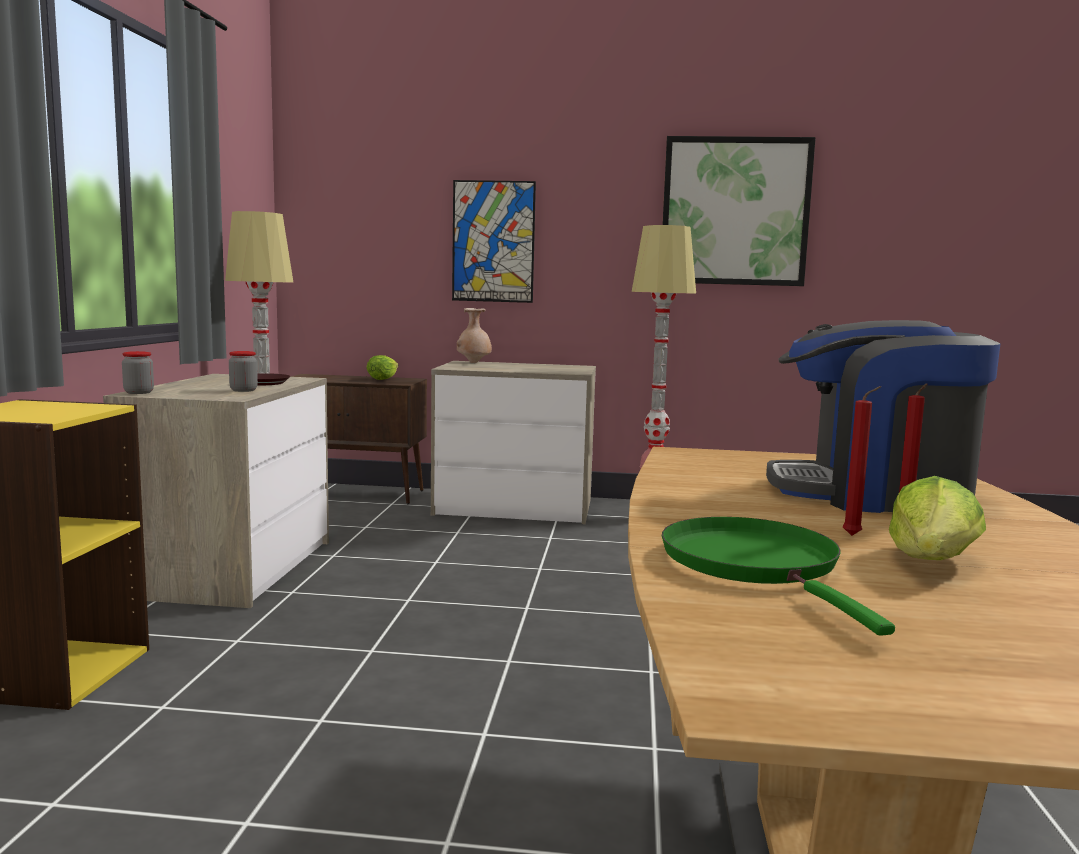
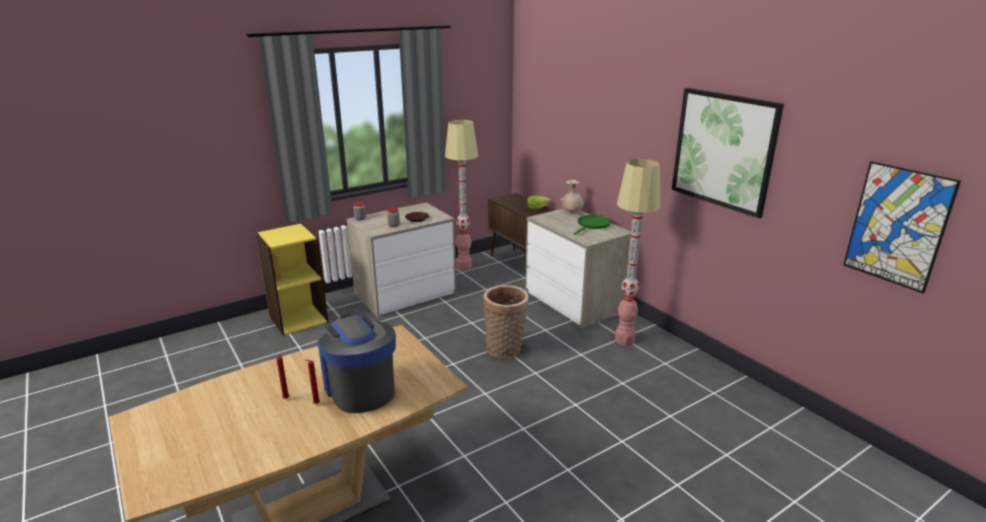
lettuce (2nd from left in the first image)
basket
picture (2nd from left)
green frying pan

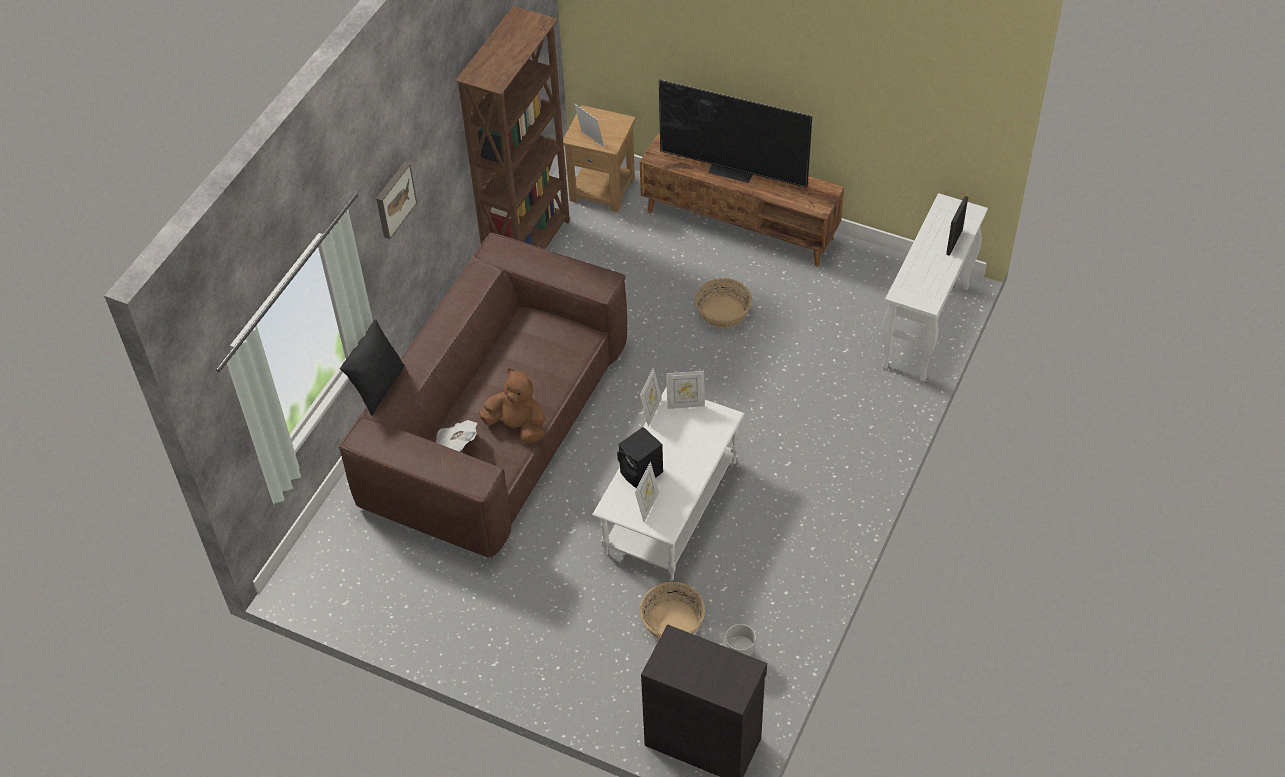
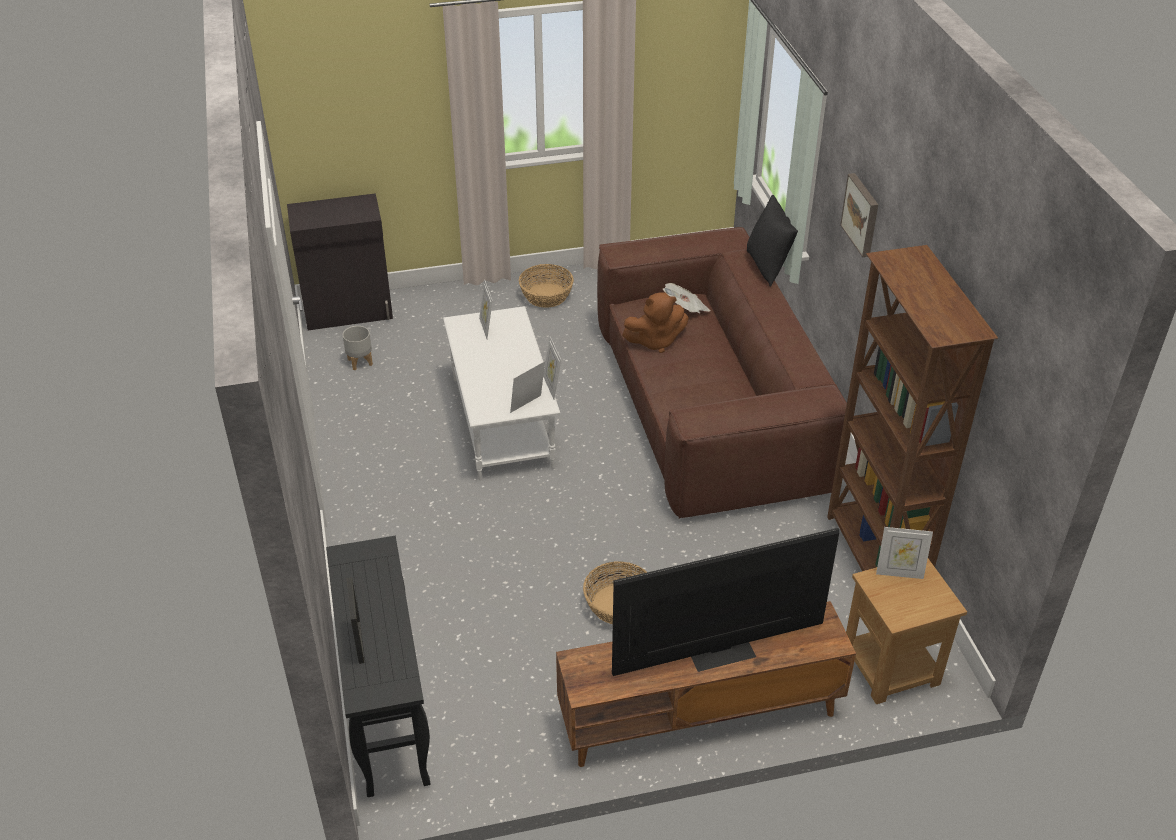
black speaker
basket (1st from left)
black console table

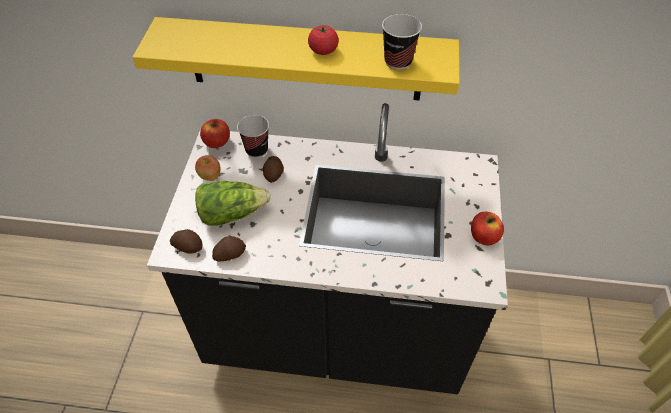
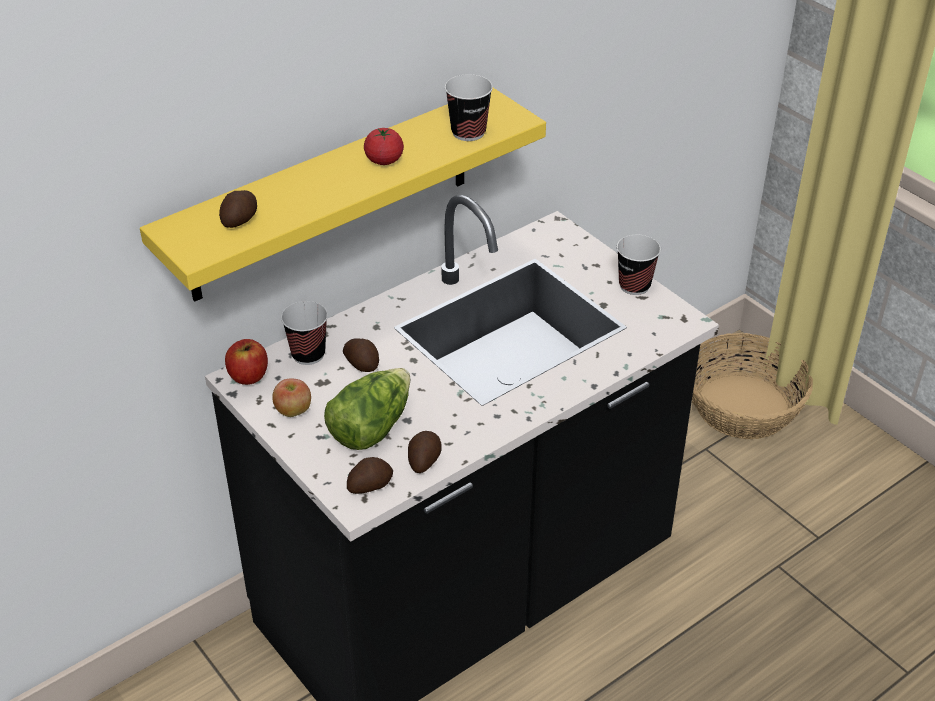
potato (1st from left)
basket
cup (3rd from left)

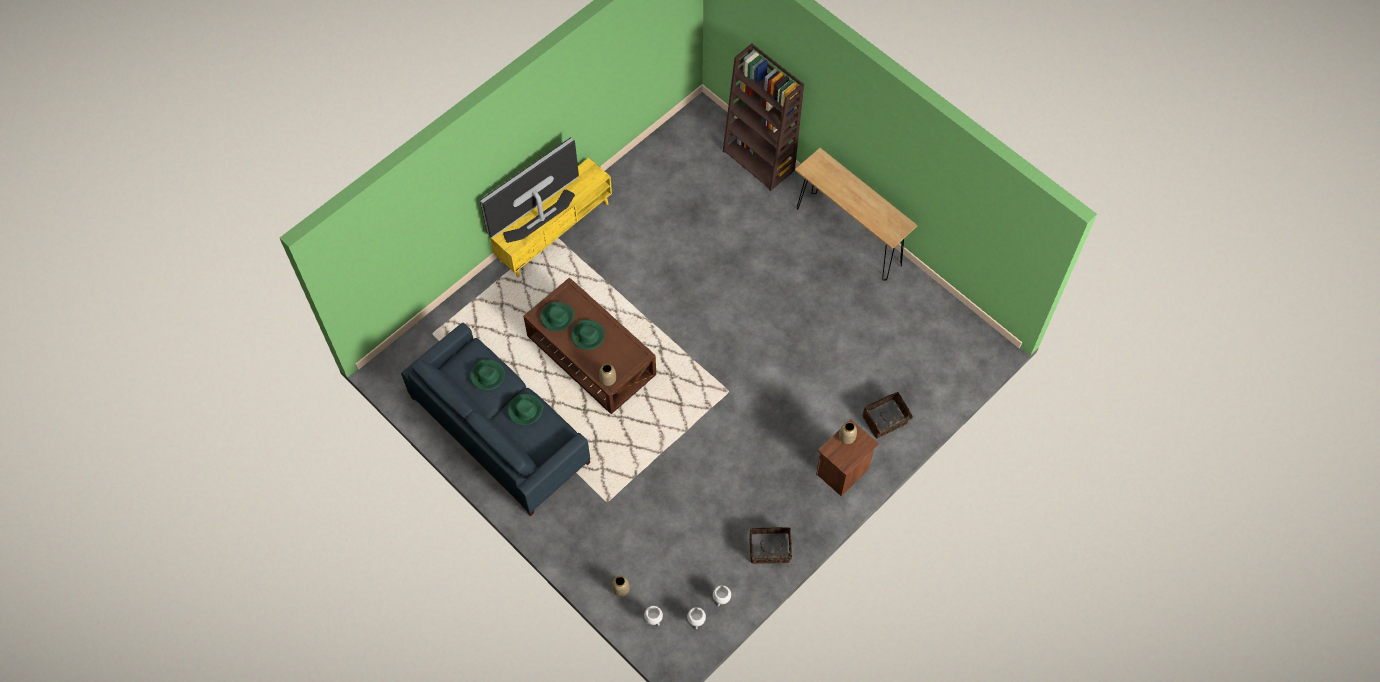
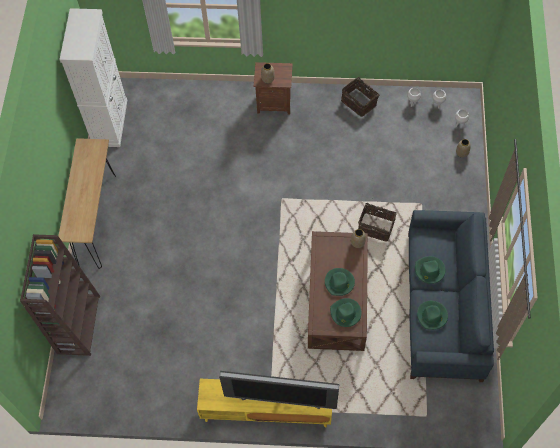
white cabinet
basket (2nd from left)

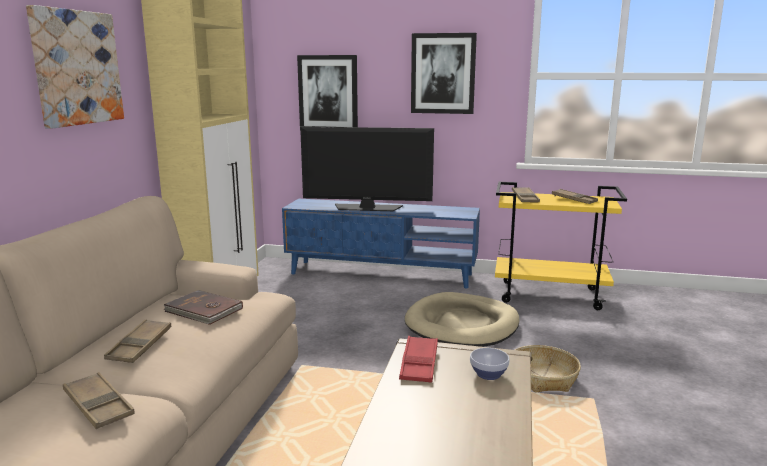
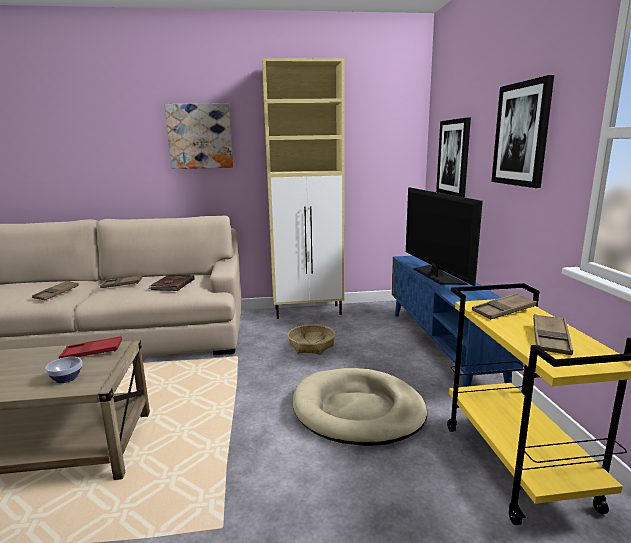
basket

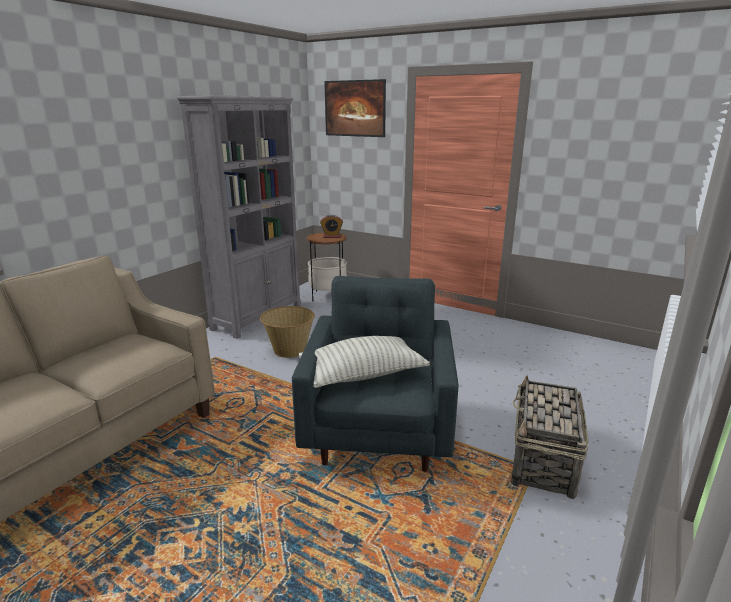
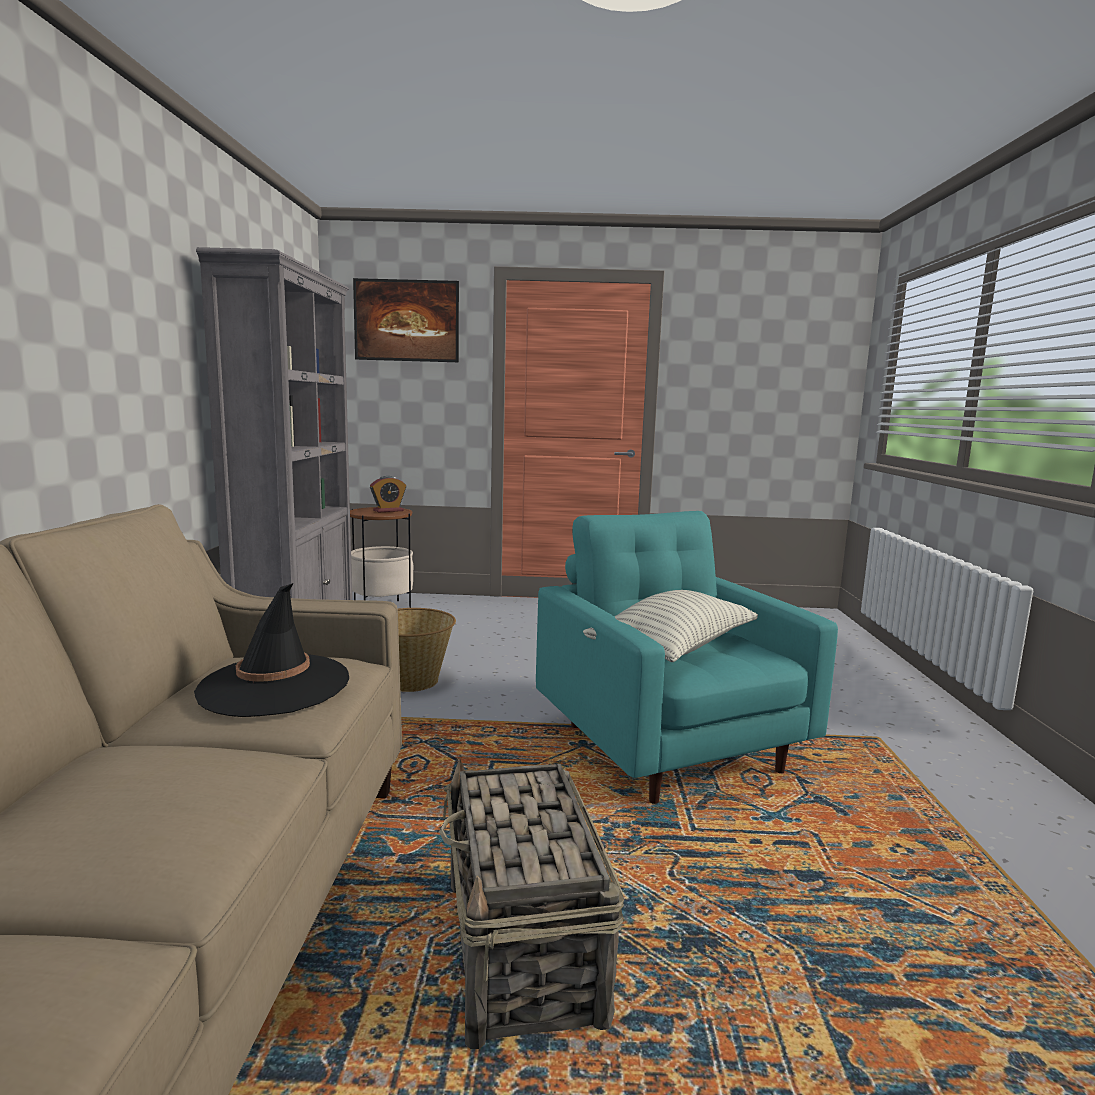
black hat
basket (2nd from left)
turquoise armchair

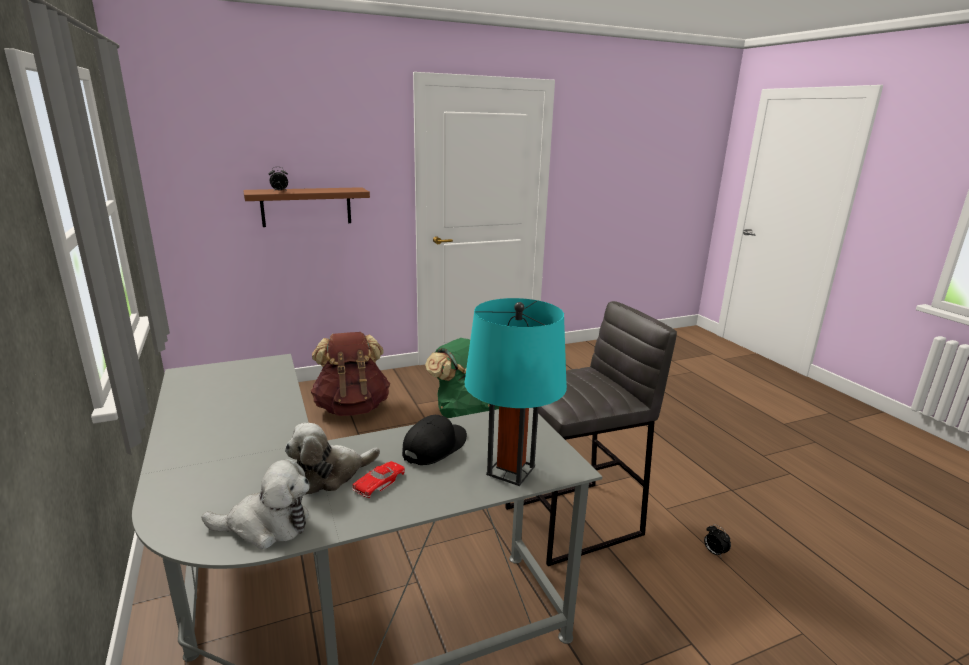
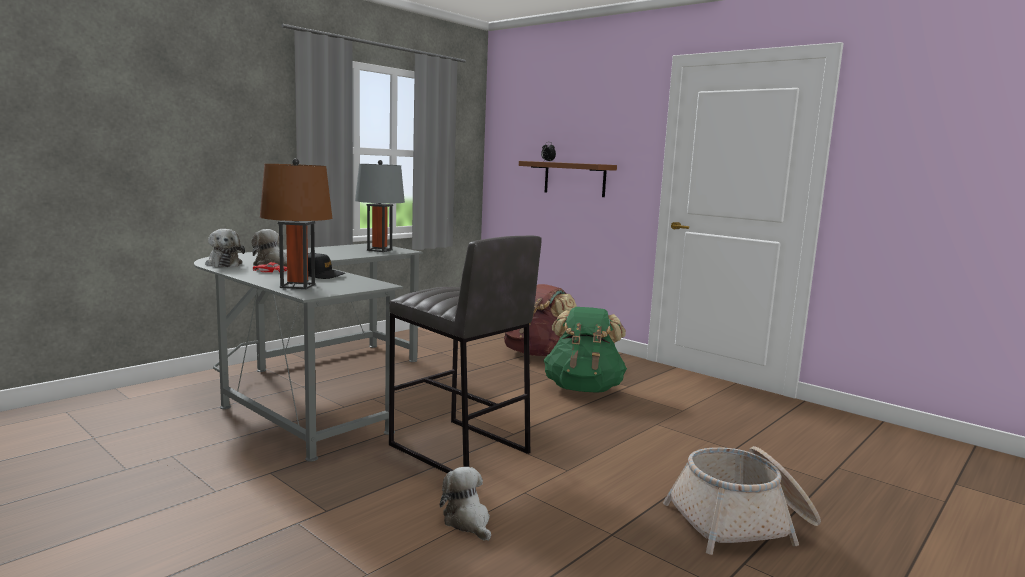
grey table lamp
basket
plush toy (3rd from left)
brown table lamp

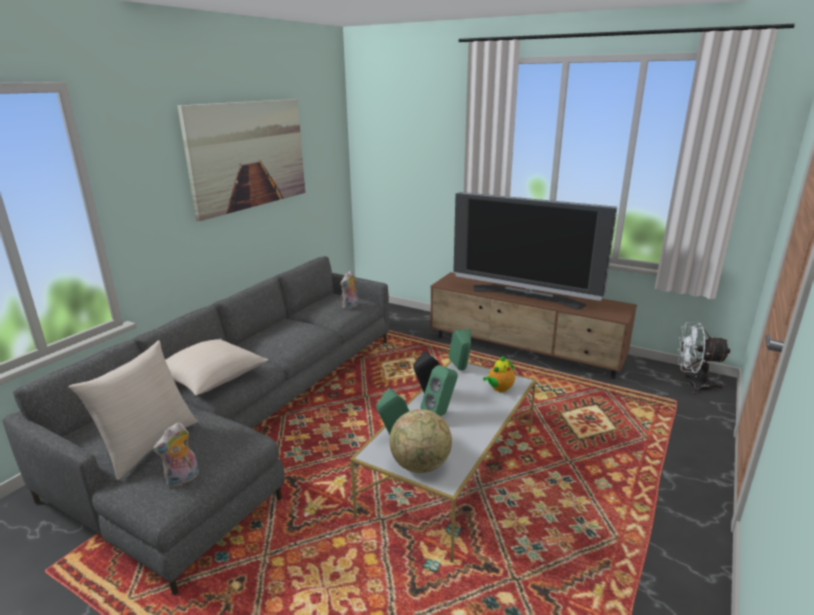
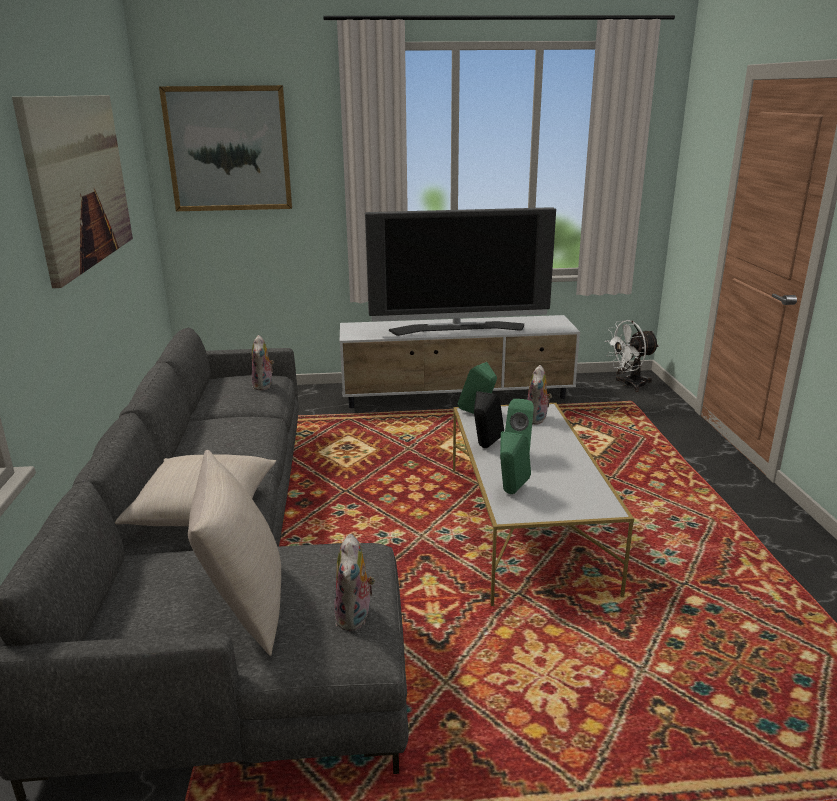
globe
picture (2nd from left)
plush toy (3rd from left)
white tv stand

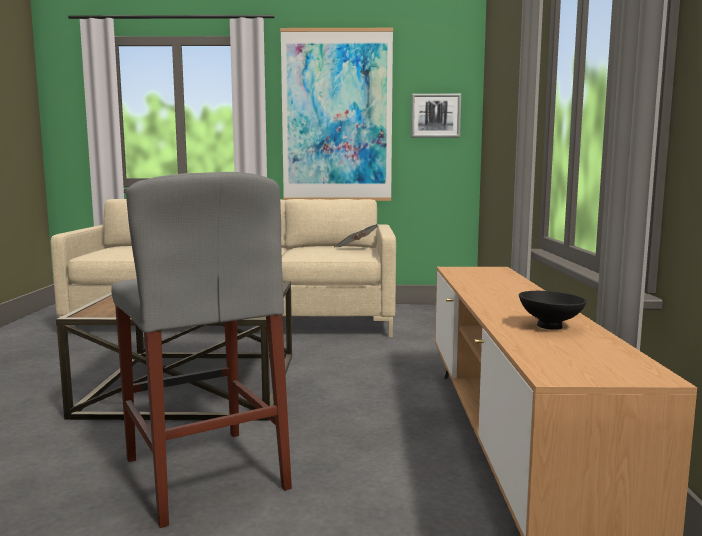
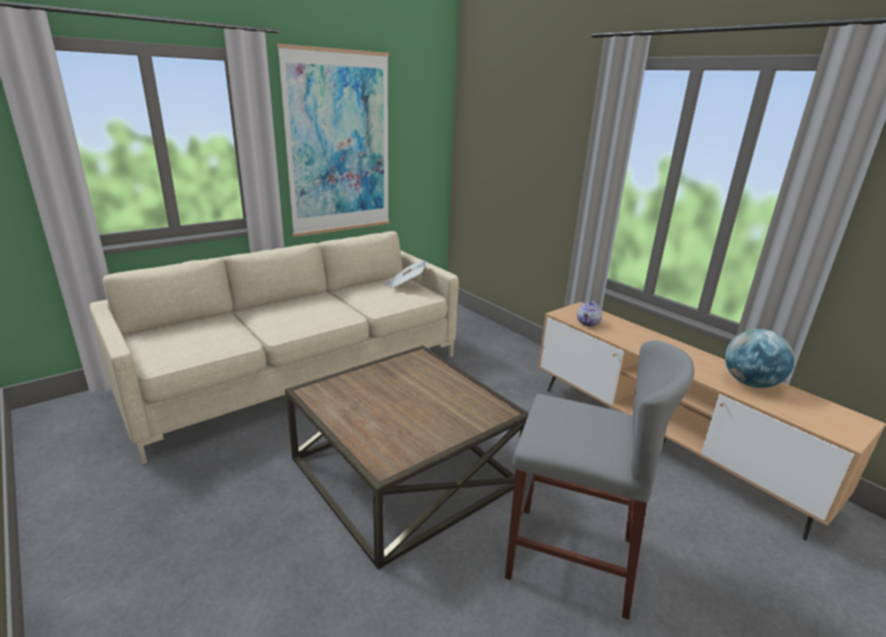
picture (2nd from left in the first image)
teapot
globe

